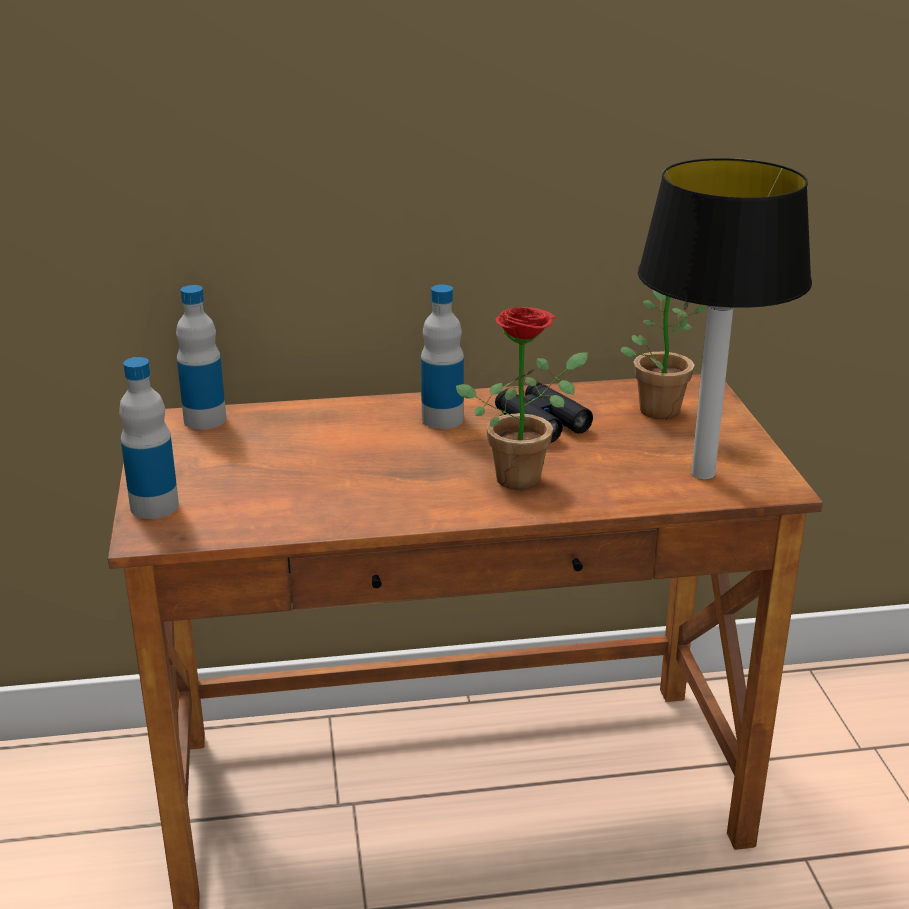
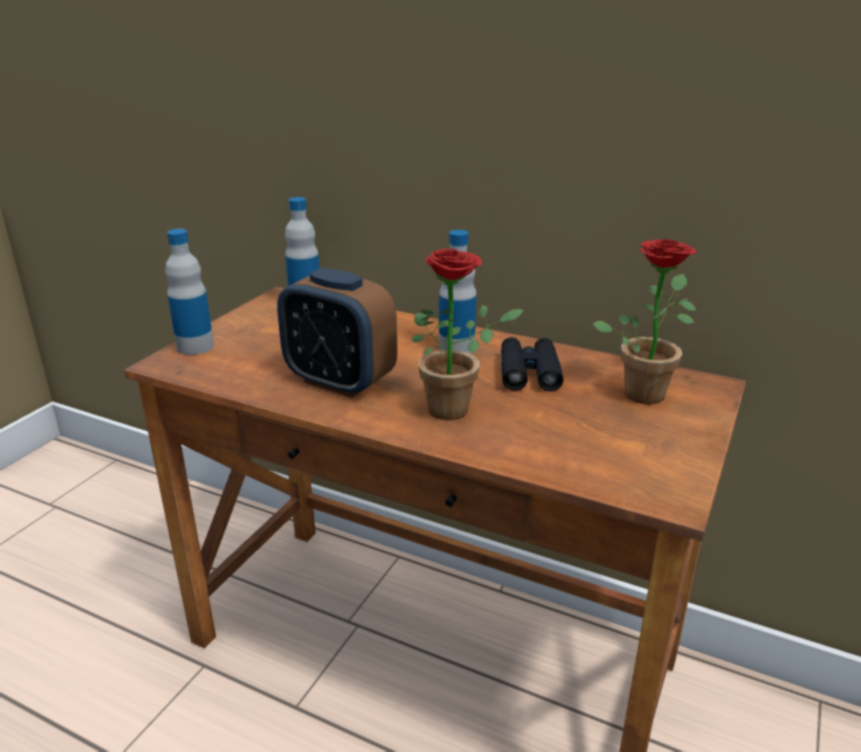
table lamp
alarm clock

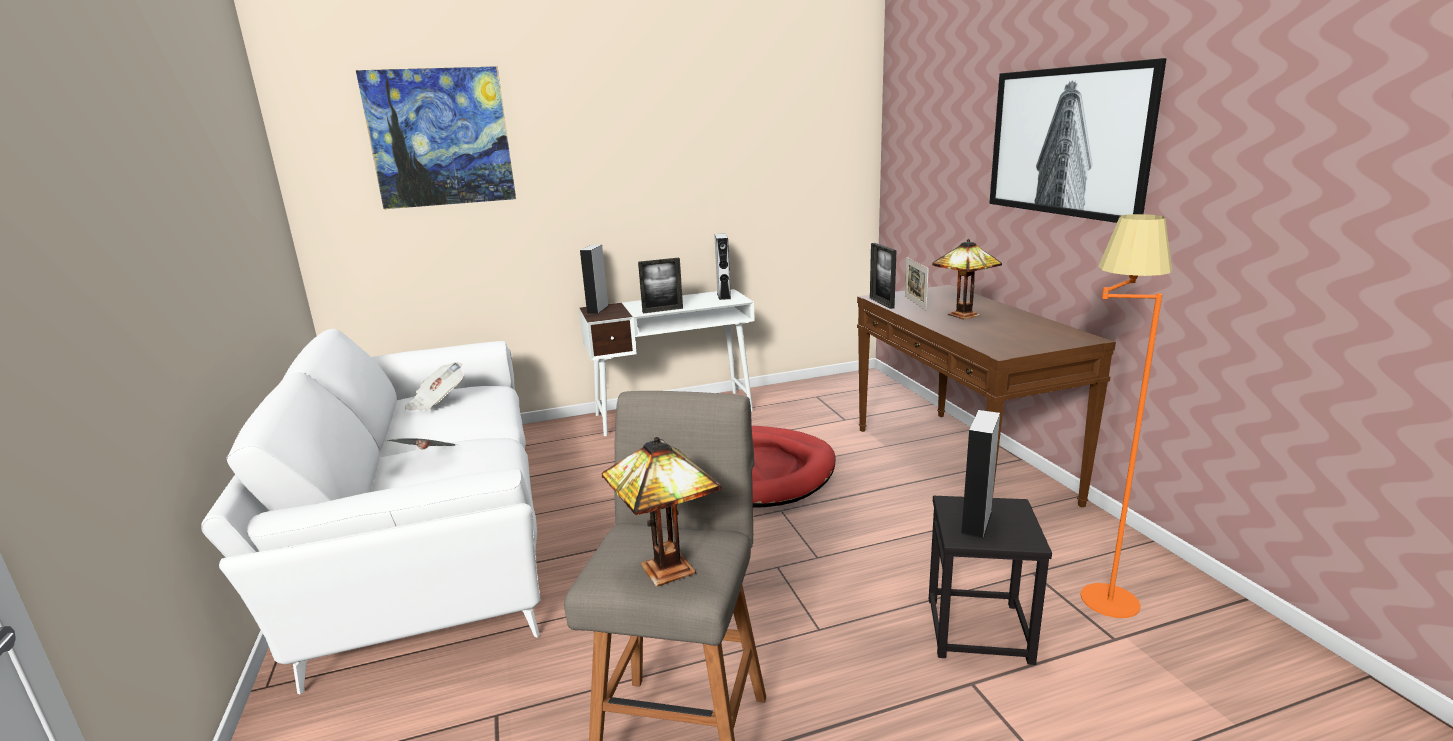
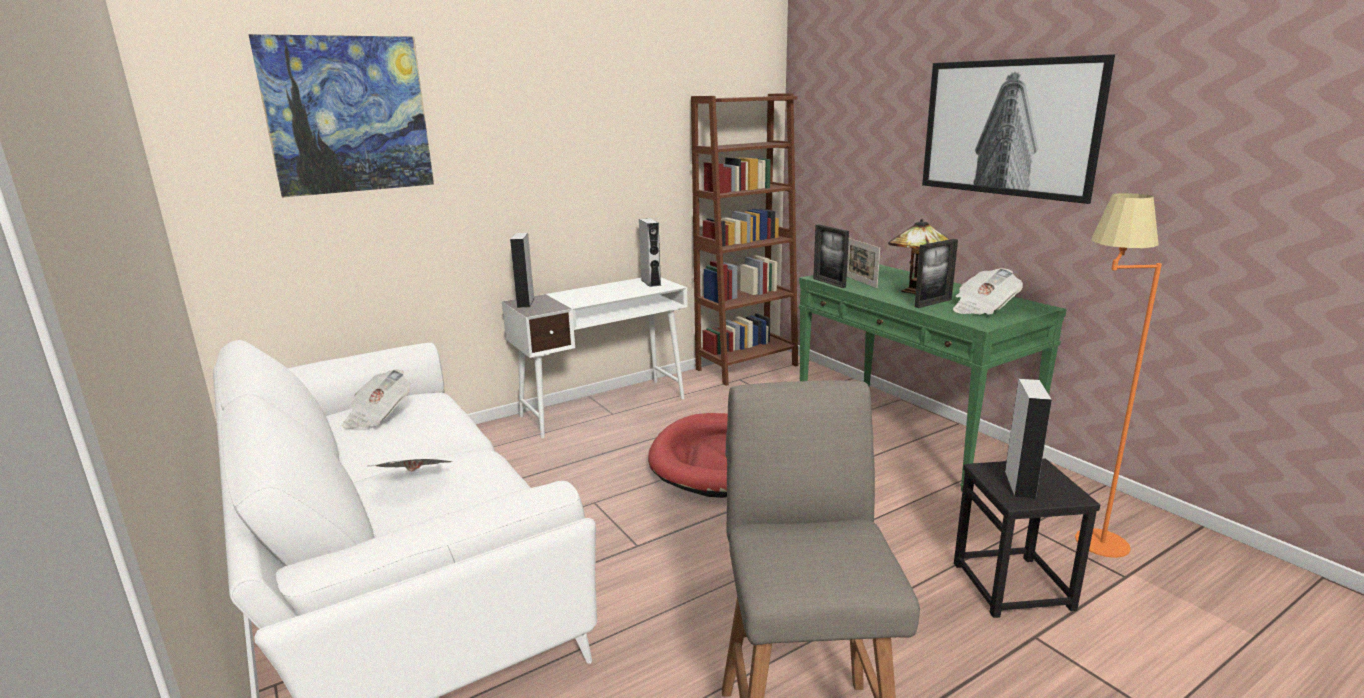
table lamp (1st from left in the first image)
brown bookcase
newspaper (3rd from left)
picture frame (3rd from left)
green console table

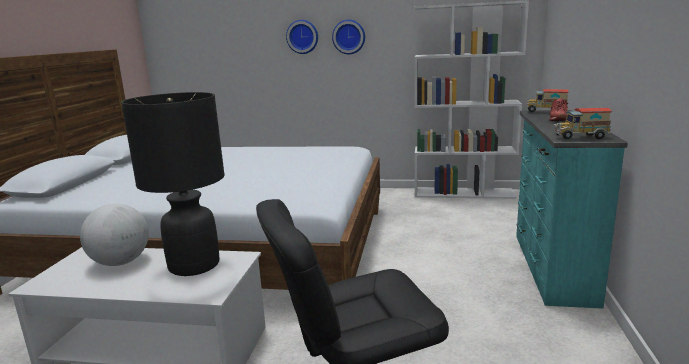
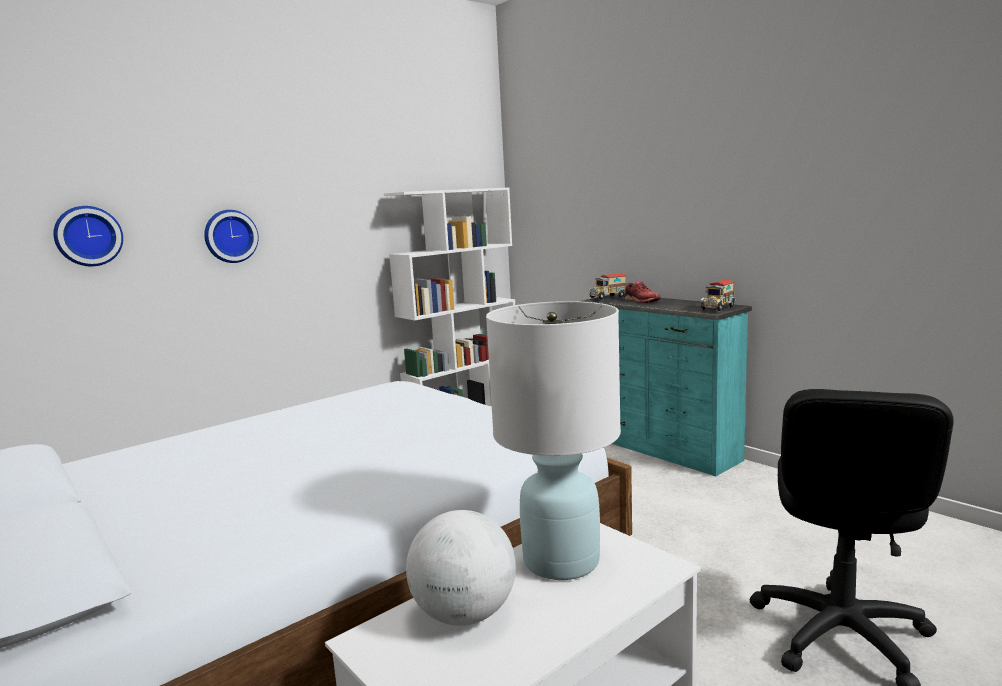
wall clock (1st from left)
white table lamp

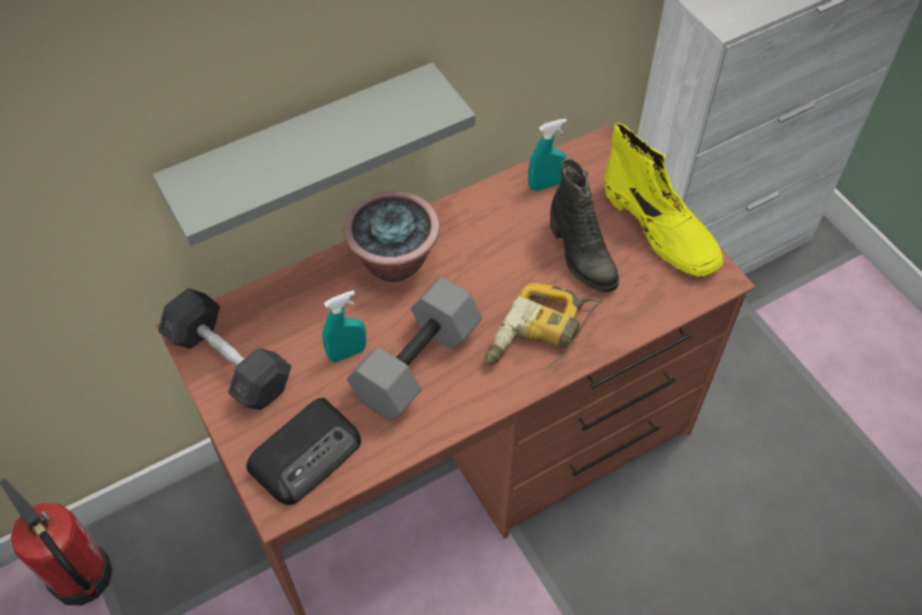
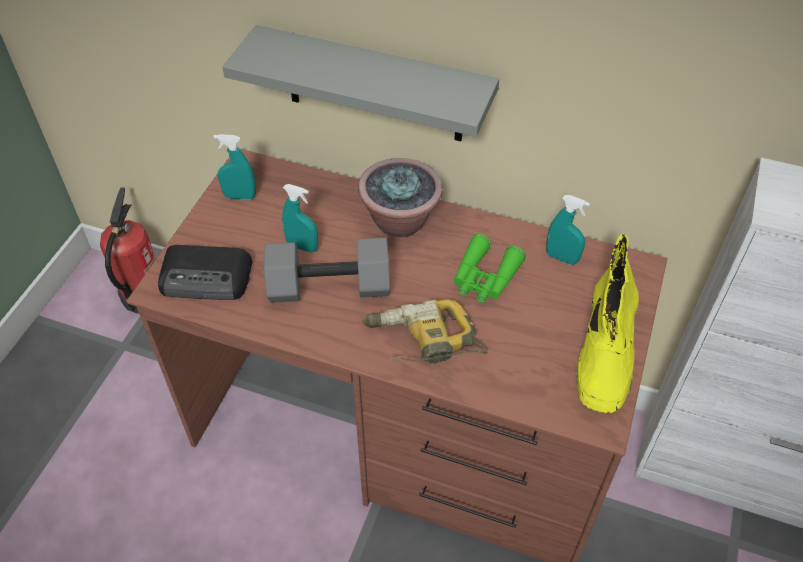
black boot
green binoculars
turquoise spray bottle (1st from left)

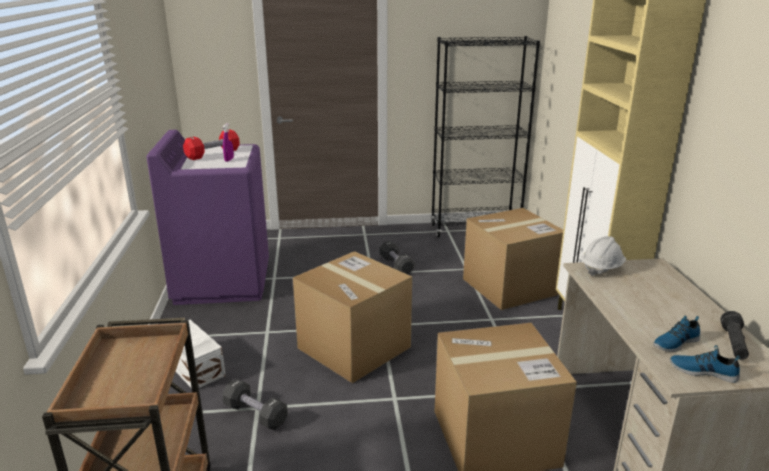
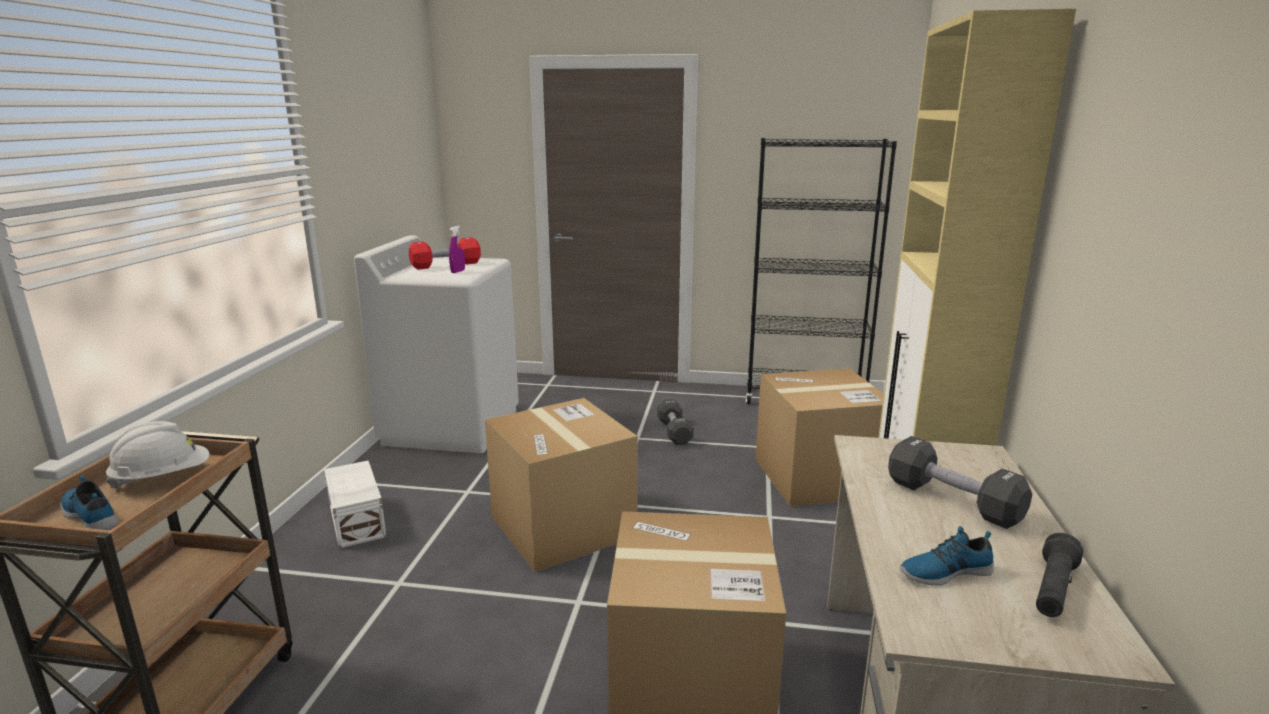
black dumbbell (2nd from left)
white hard hat
shoe (1st from left)
white washing machine

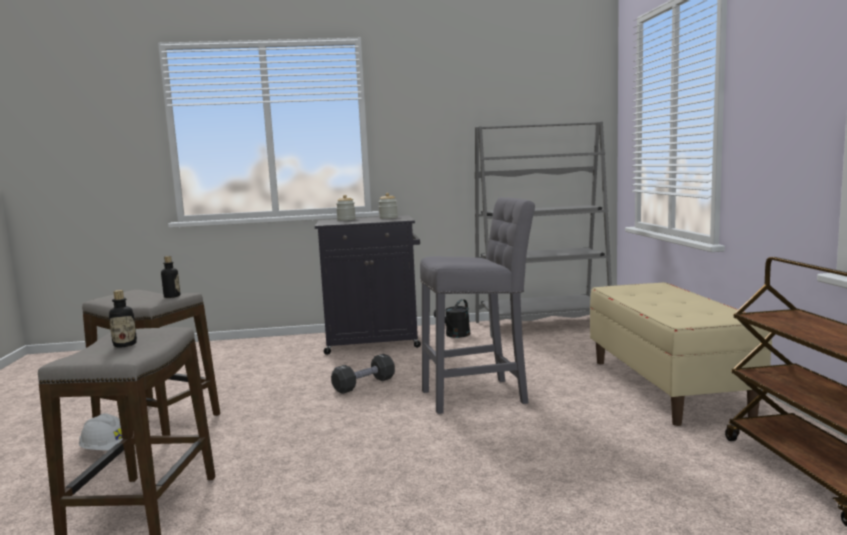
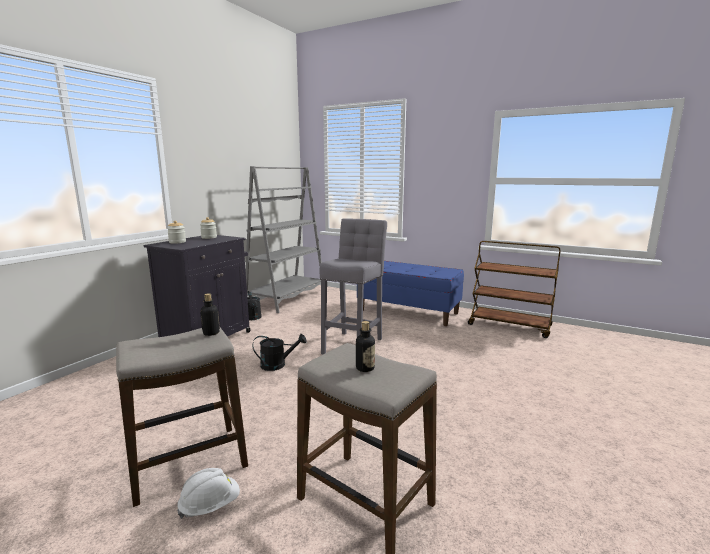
black watering can (2nd from left)
blue bench

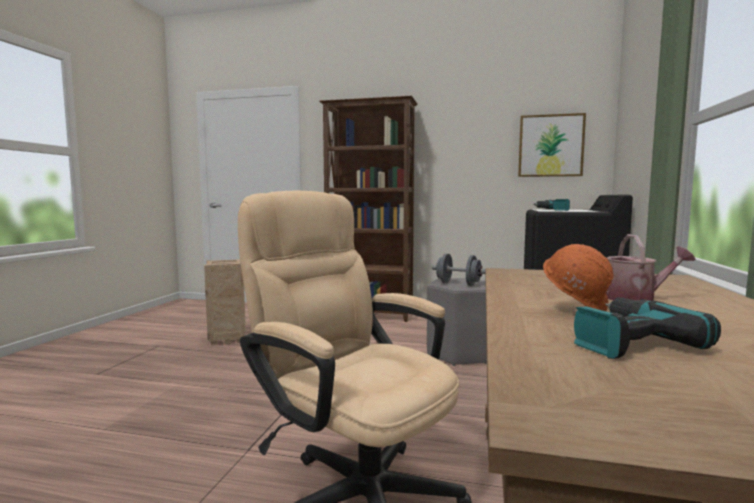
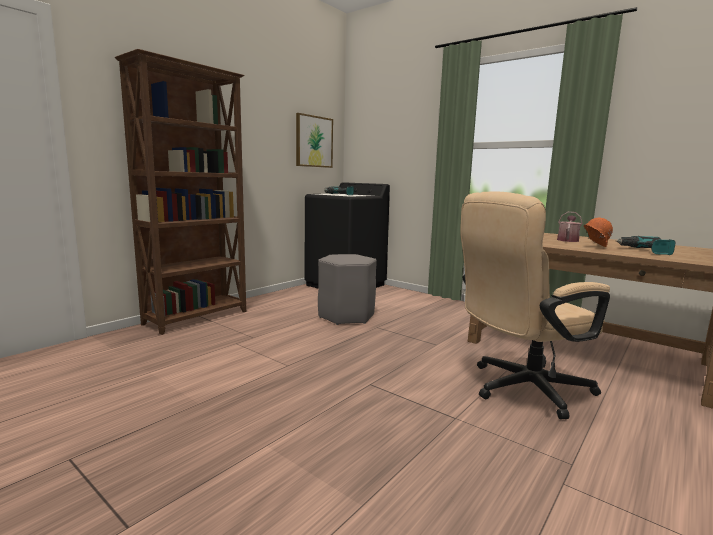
crate
grey dumbbell

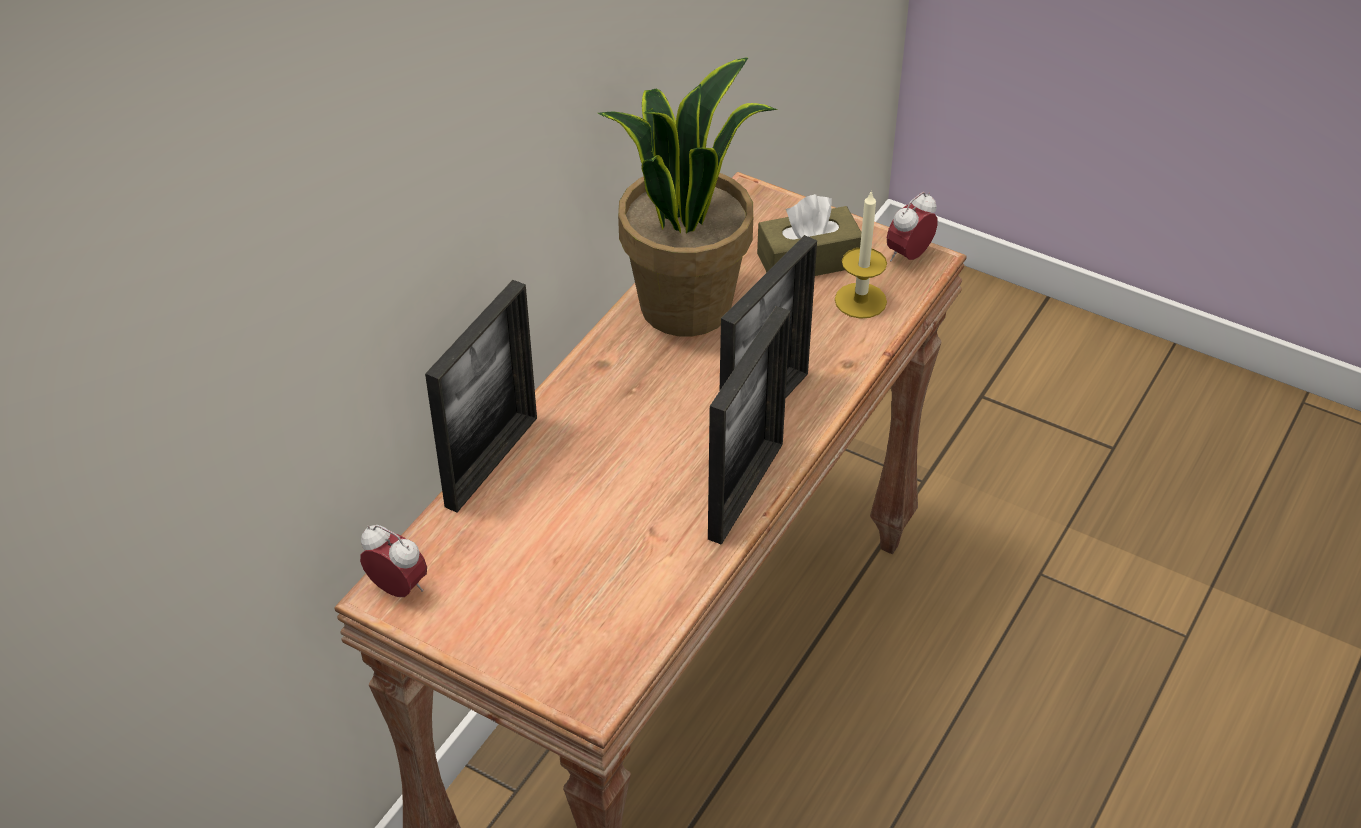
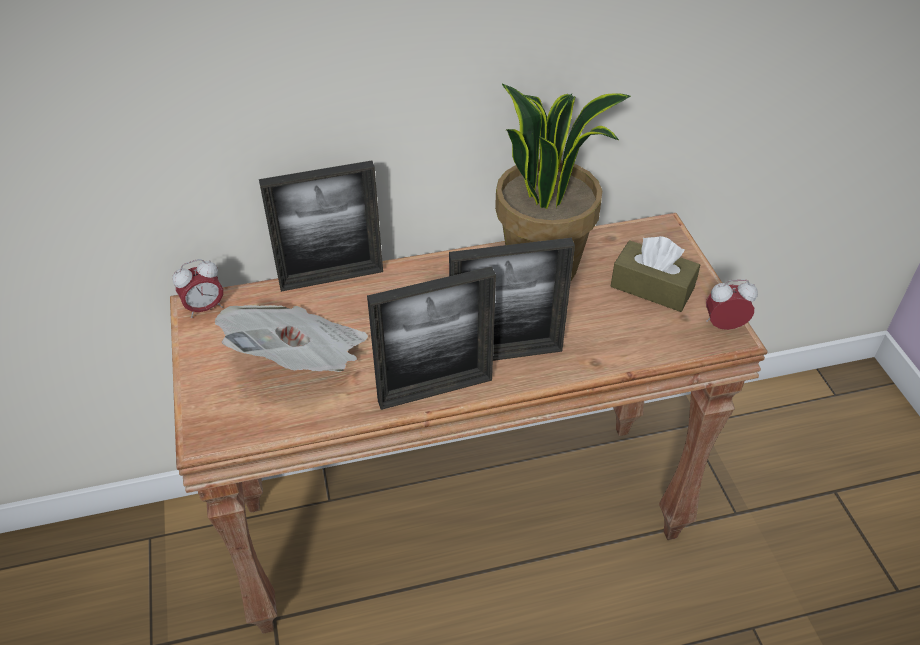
candle
newspaper
alarm clock (1st from left)

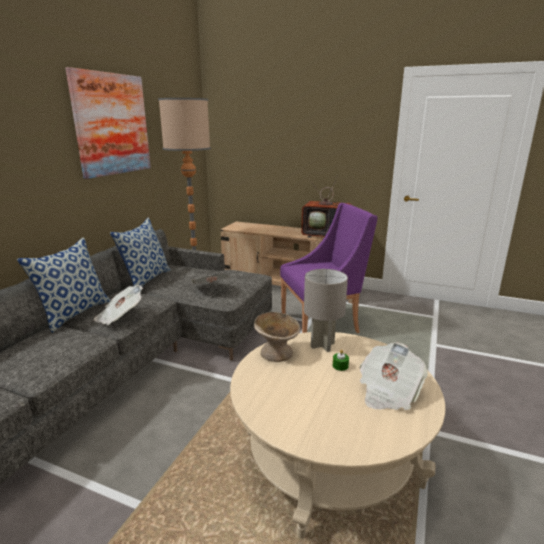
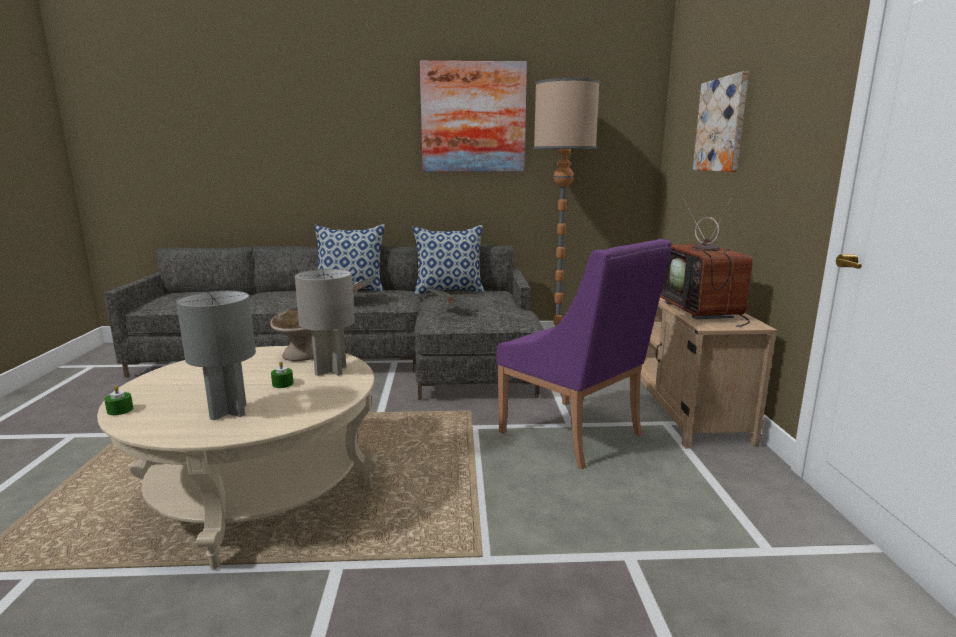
green candle (1st from left)
picture (2nd from left)
grey table lamp (1st from left)

